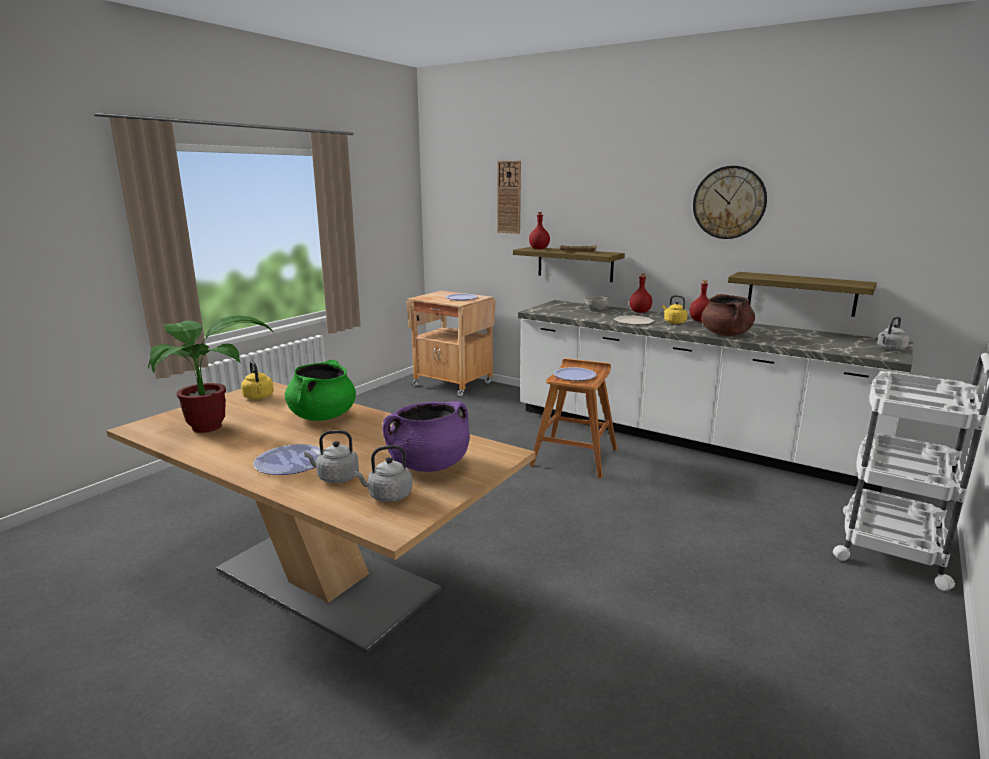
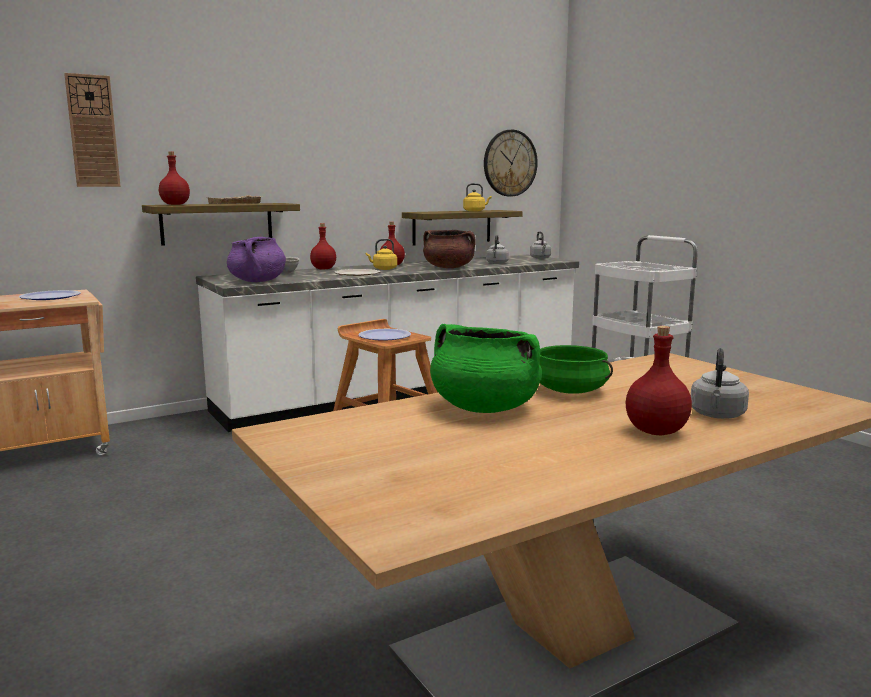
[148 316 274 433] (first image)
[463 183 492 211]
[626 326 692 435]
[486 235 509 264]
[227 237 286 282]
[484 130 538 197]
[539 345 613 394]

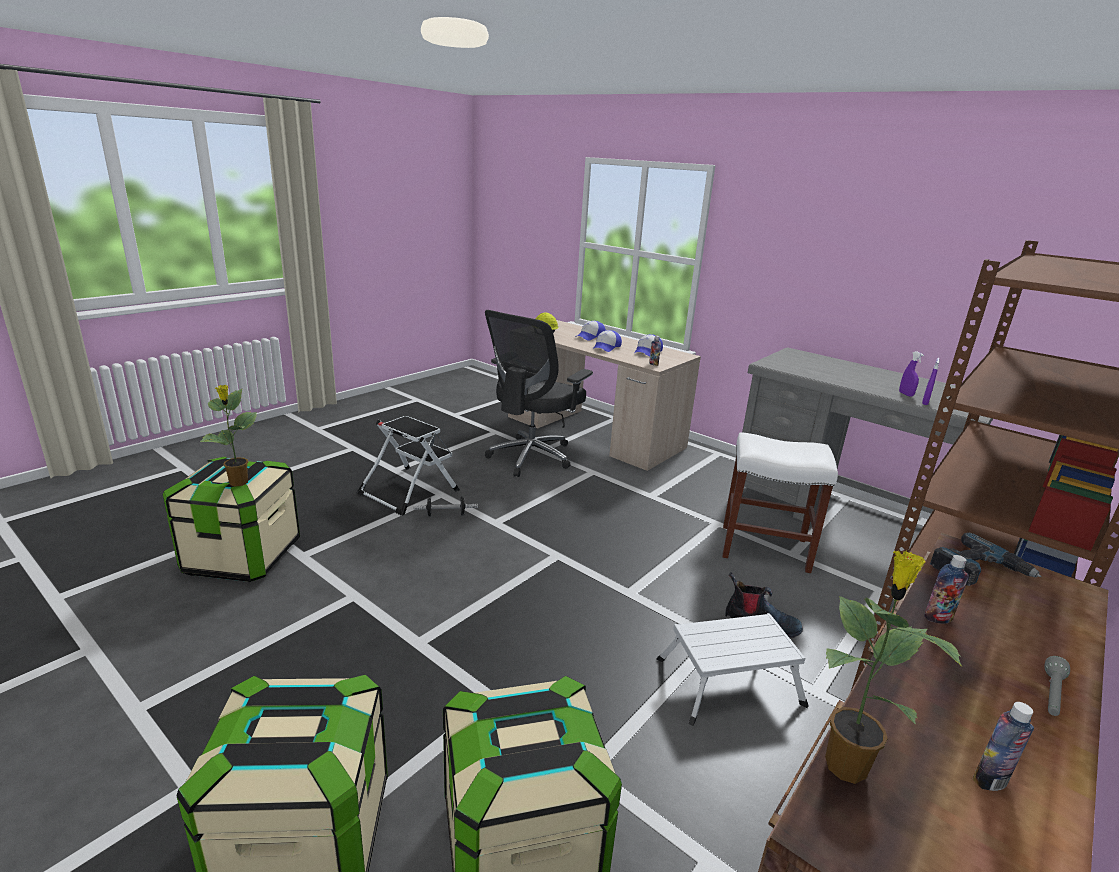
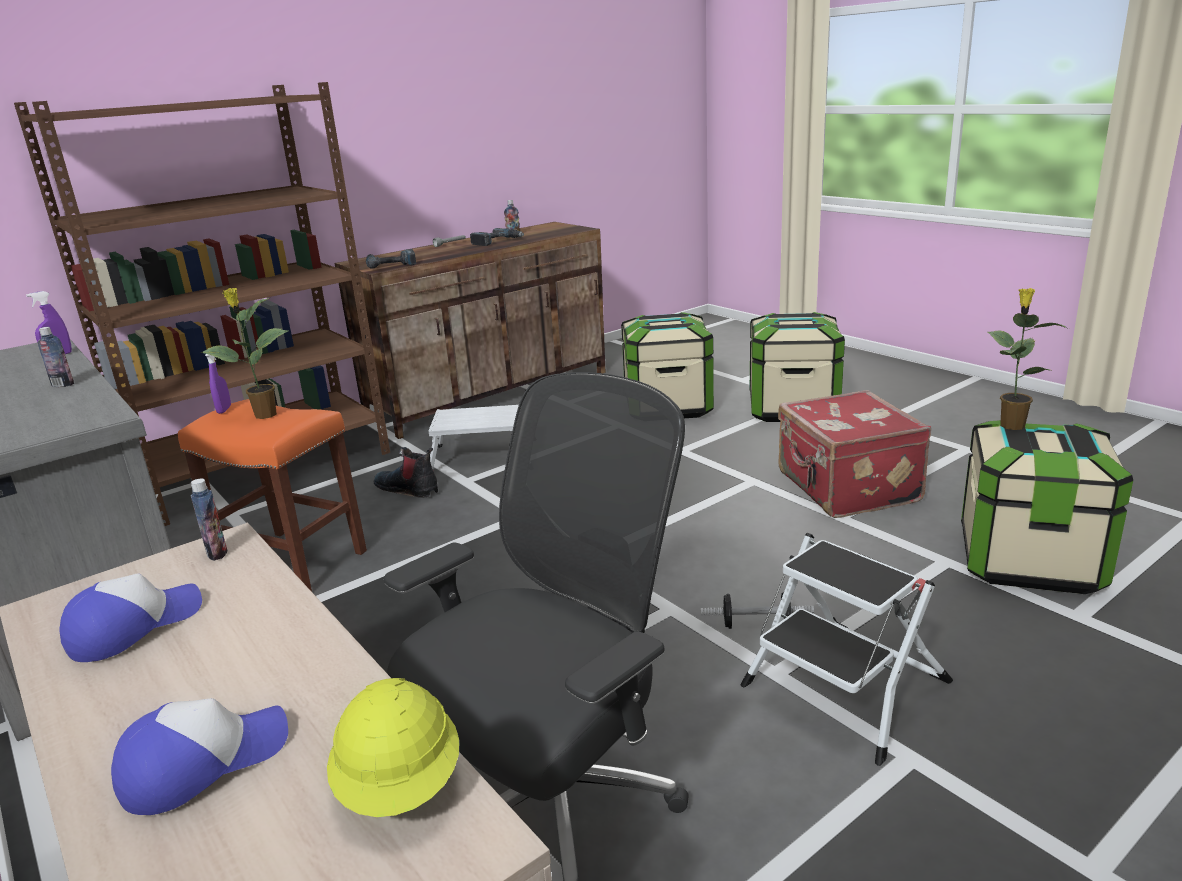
[593 330 622 352] (first image)
[178 399 367 592]
[201 288 289 419]
[205 354 231 414]
[38 327 74 387]
[470 228 524 246]
[778 390 931 518]

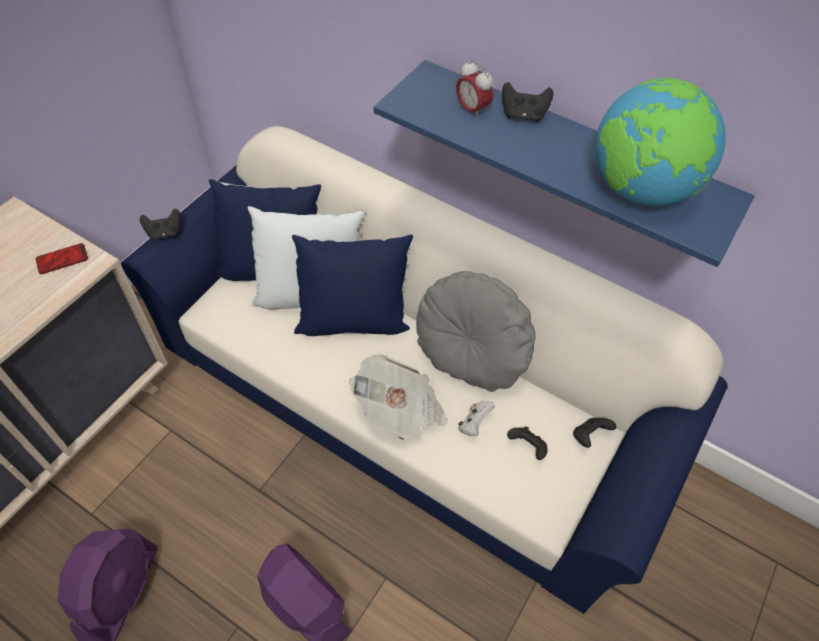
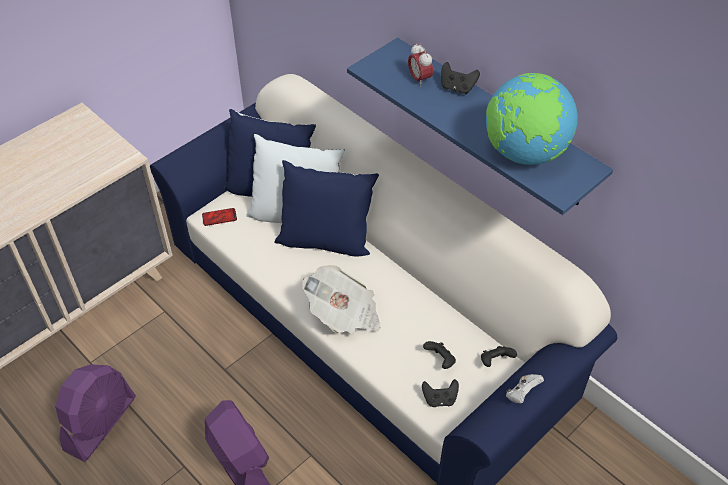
[202 208 237 226]
[422 379 459 407]
[416 271 536 392] (first image)
[506 374 544 404]

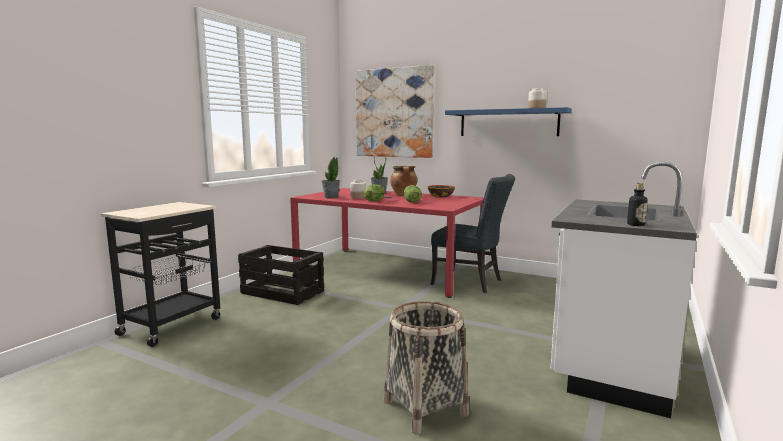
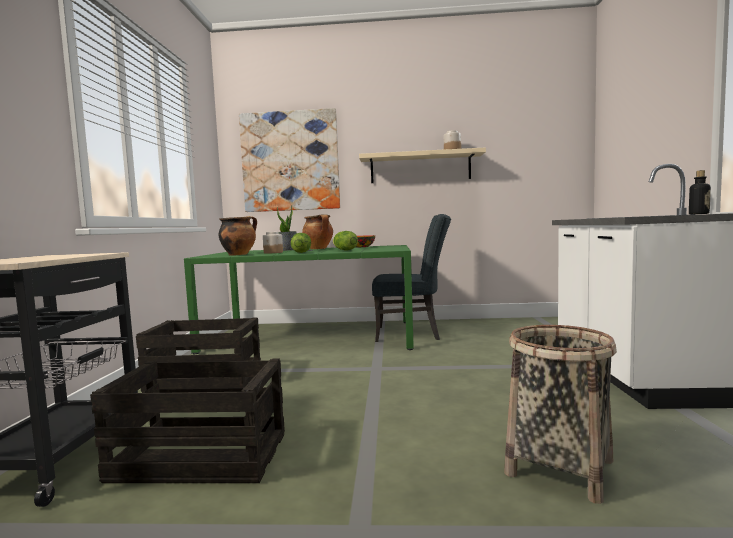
[184 245 414 354]
[218 216 257 256]
[359 147 486 183]
[90 358 285 483]

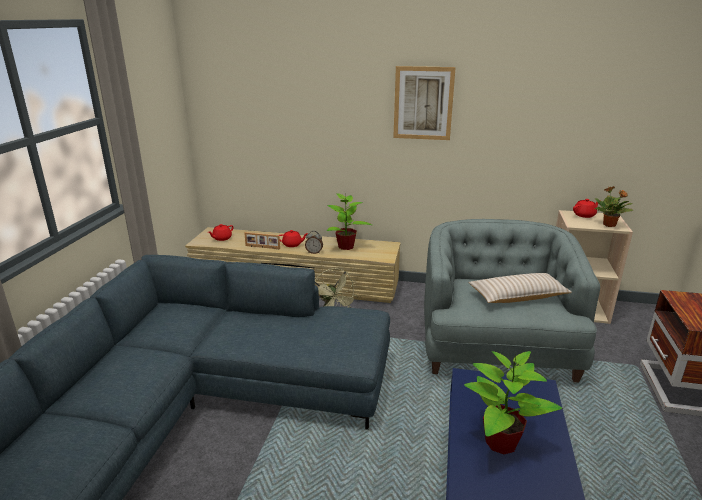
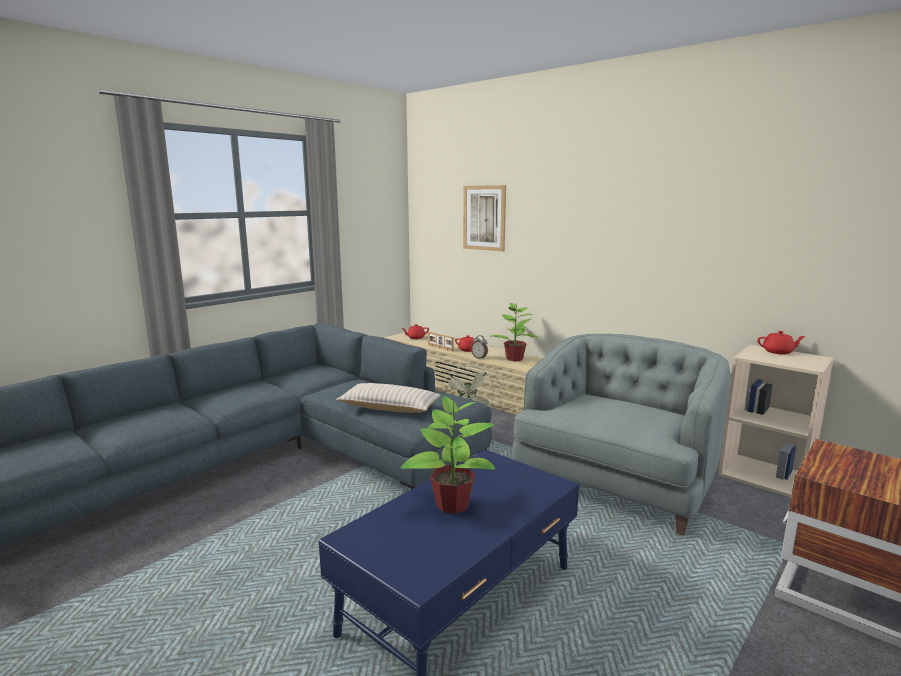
[463 185 506 252]
[336 383 441 413]
[595 186 633 227] (first image)

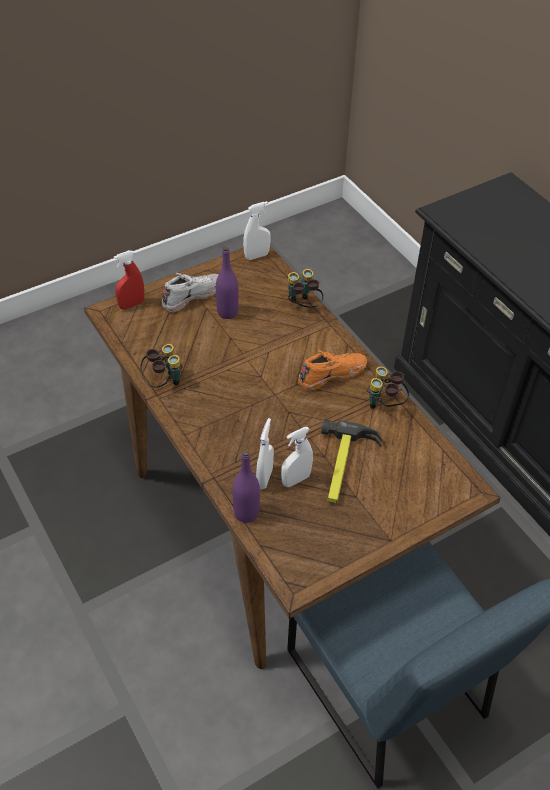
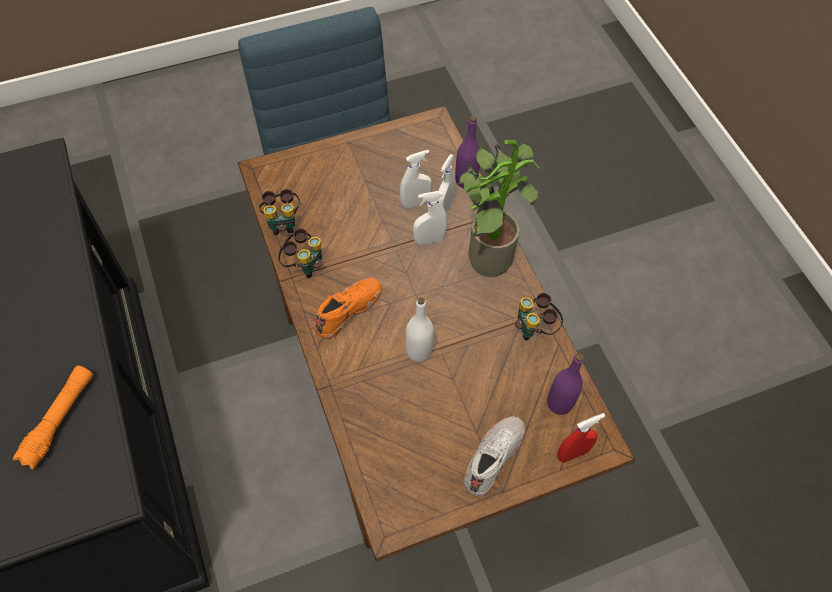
[464 416 525 496]
[547 353 584 415]
[413 191 447 245]
[259 189 300 235]
[314 278 382 339]
[321 419 382 503] (first image)
[13 365 93 470]
[406 297 434 362]
[458 140 539 277]

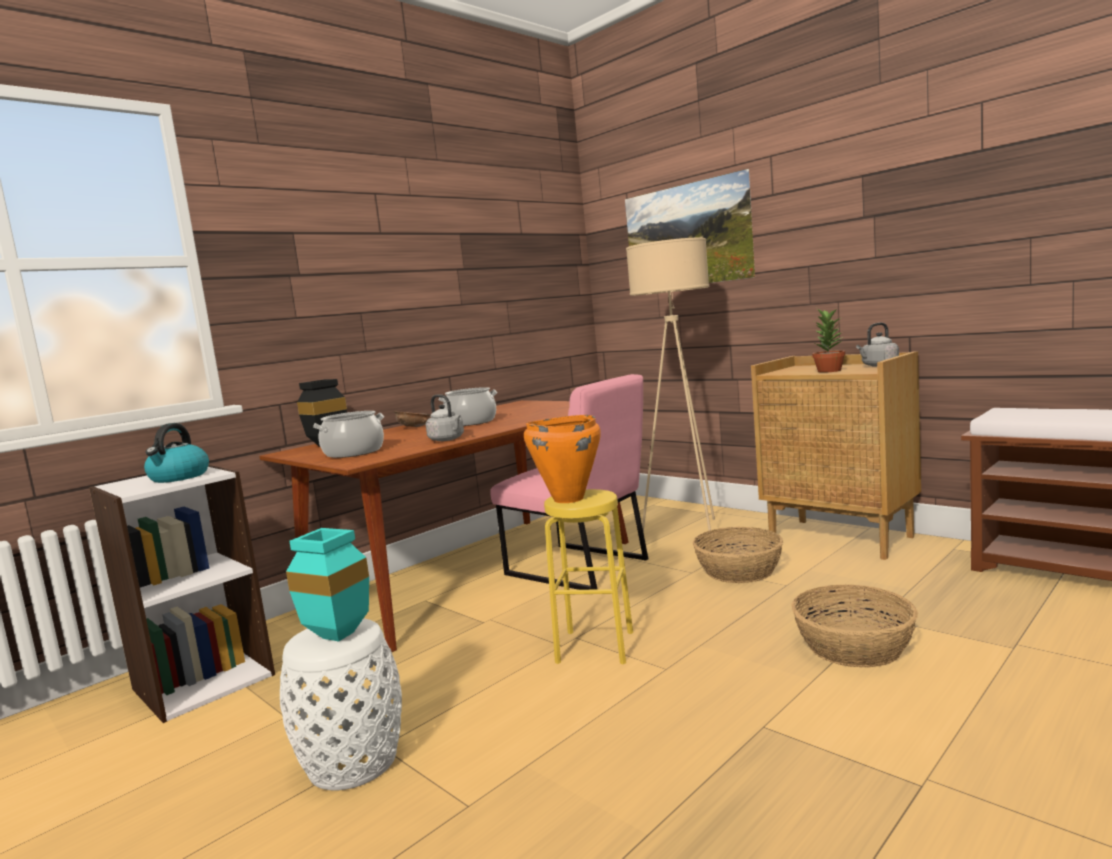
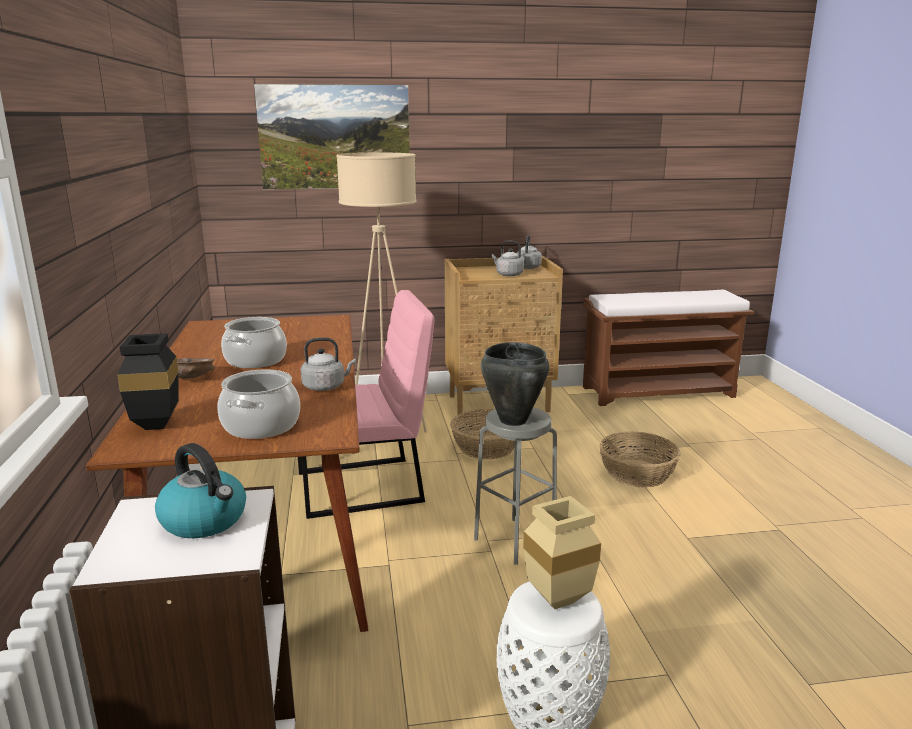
[523 496 601 609]
[481 342 549 426]
[474 407 557 565]
[491 241 524 276]

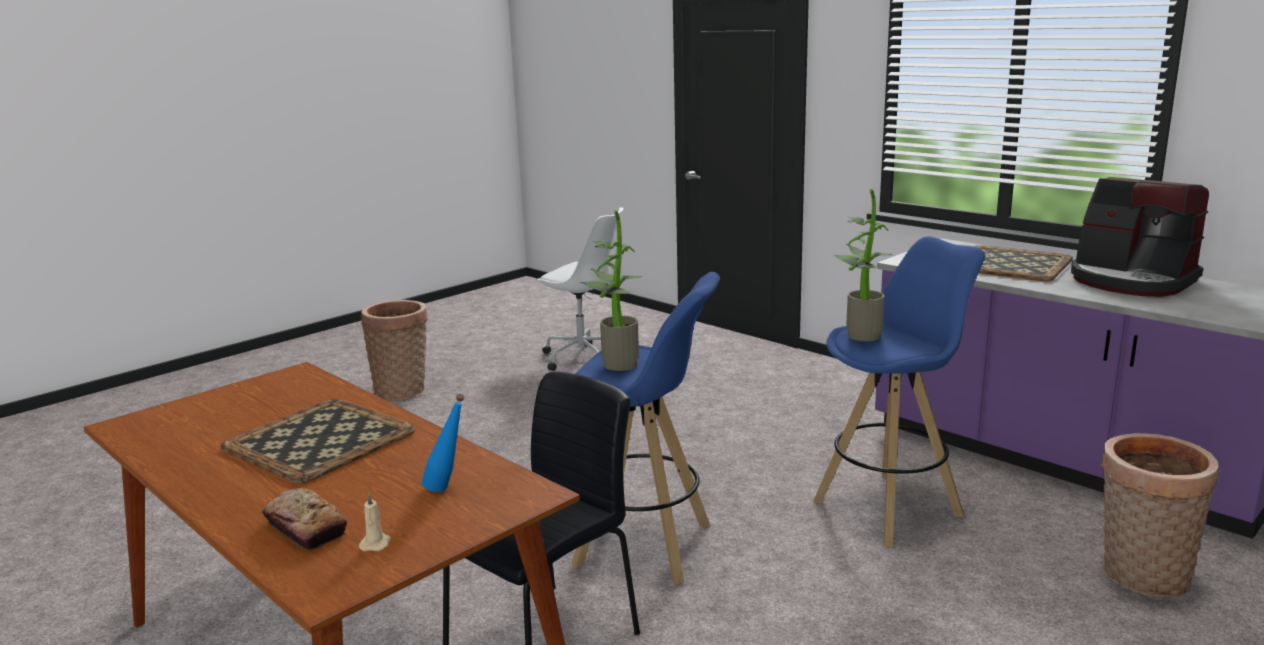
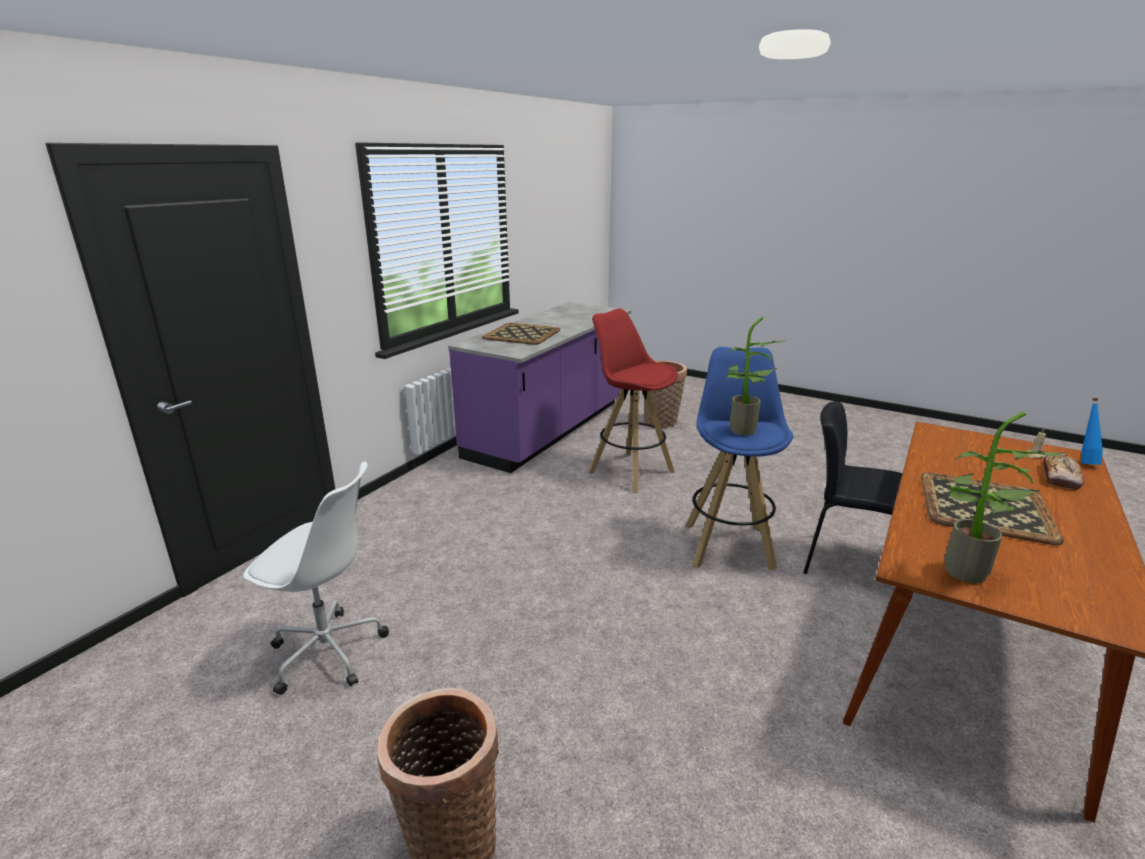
[1081 398 1103 465]
[243 462 389 695]
[589 308 678 493]
[945 411 1066 583]
[1071 177 1209 297] (first image)

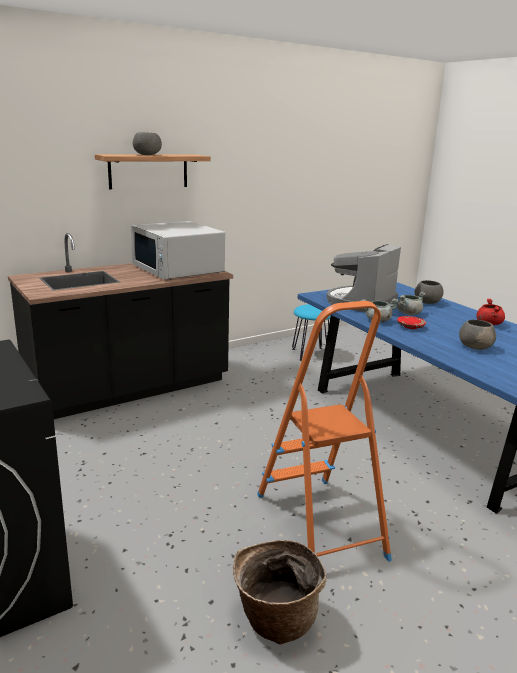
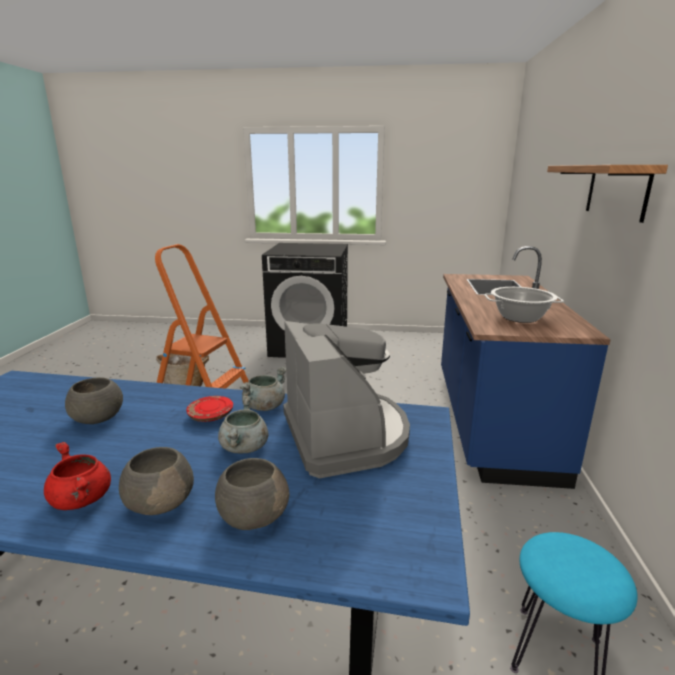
[441 246 611 489]
[484 287 564 323]
[119 447 194 515]

